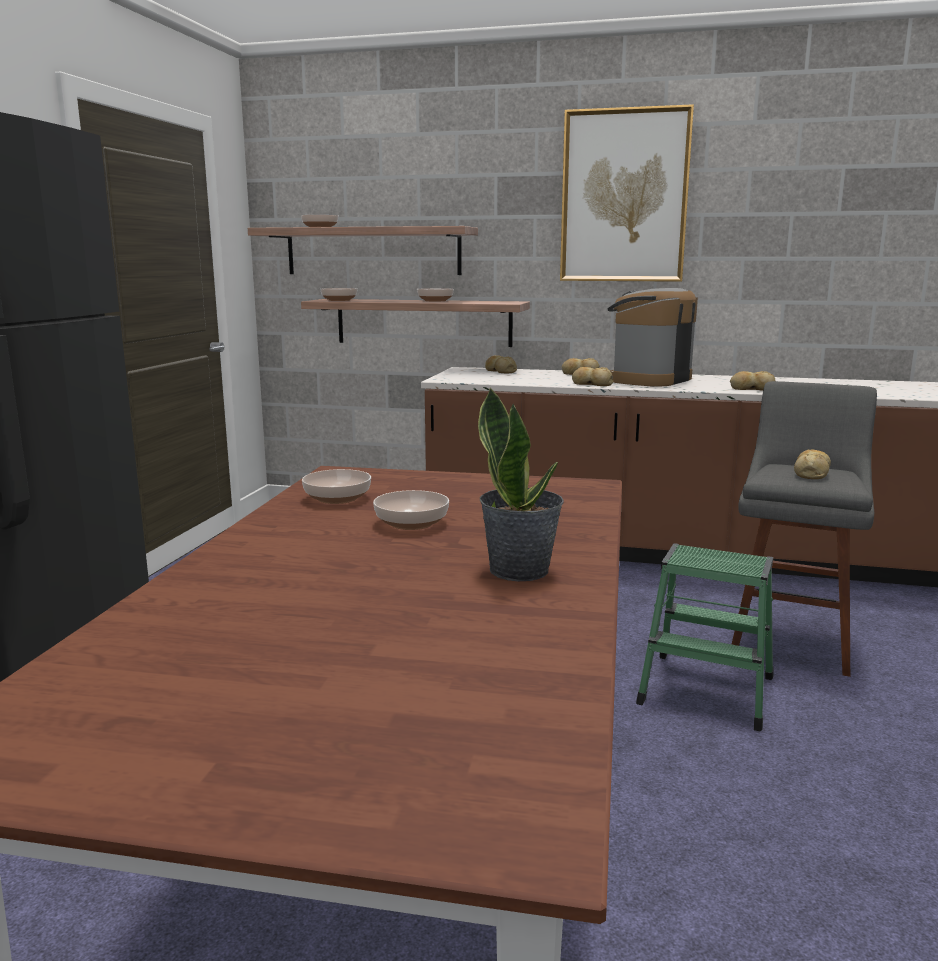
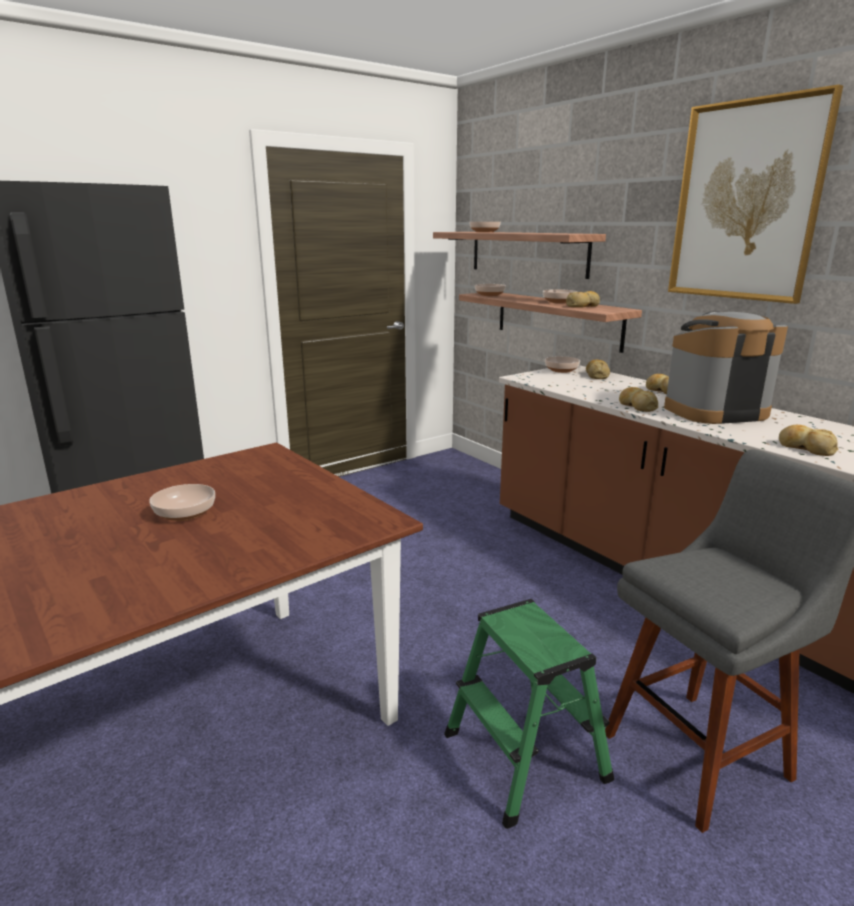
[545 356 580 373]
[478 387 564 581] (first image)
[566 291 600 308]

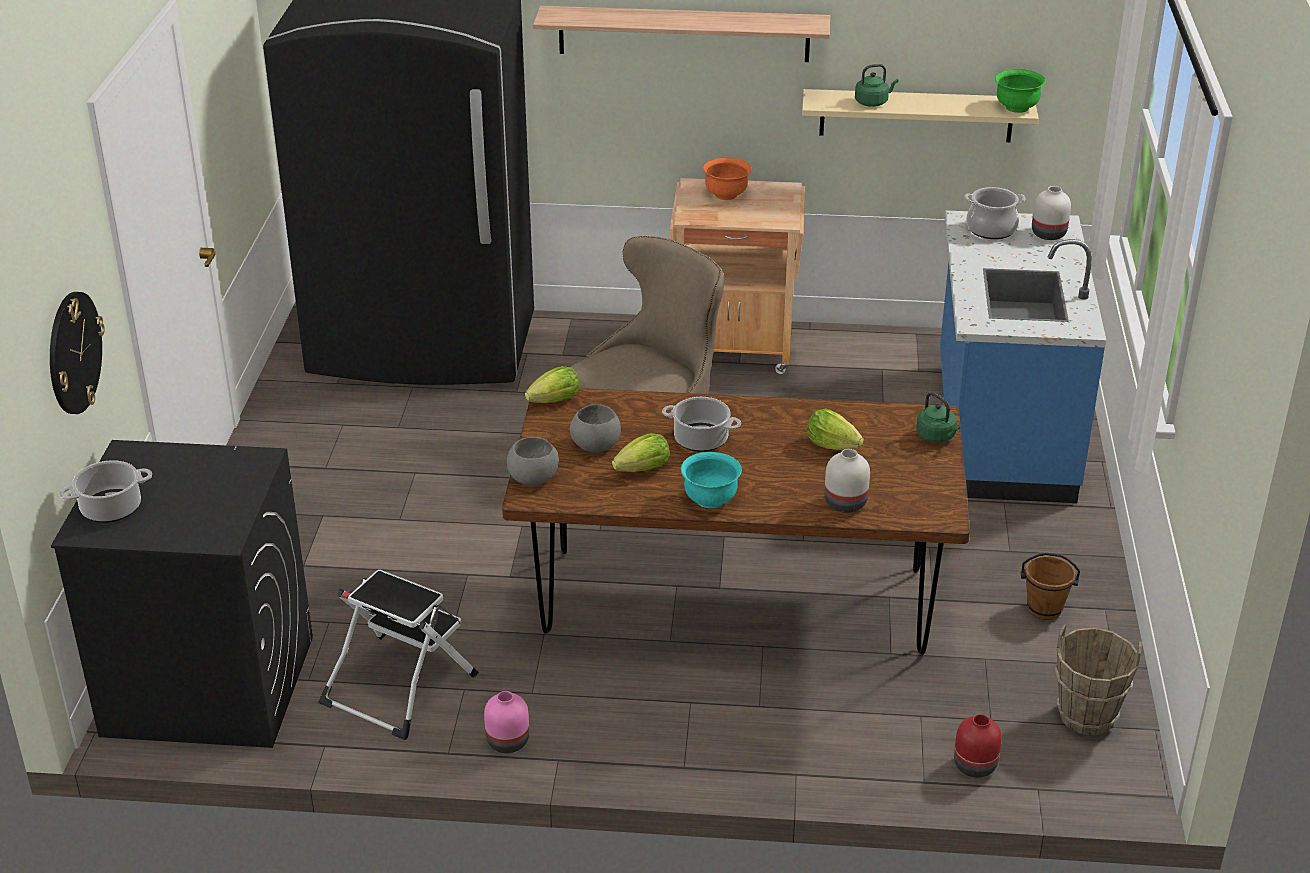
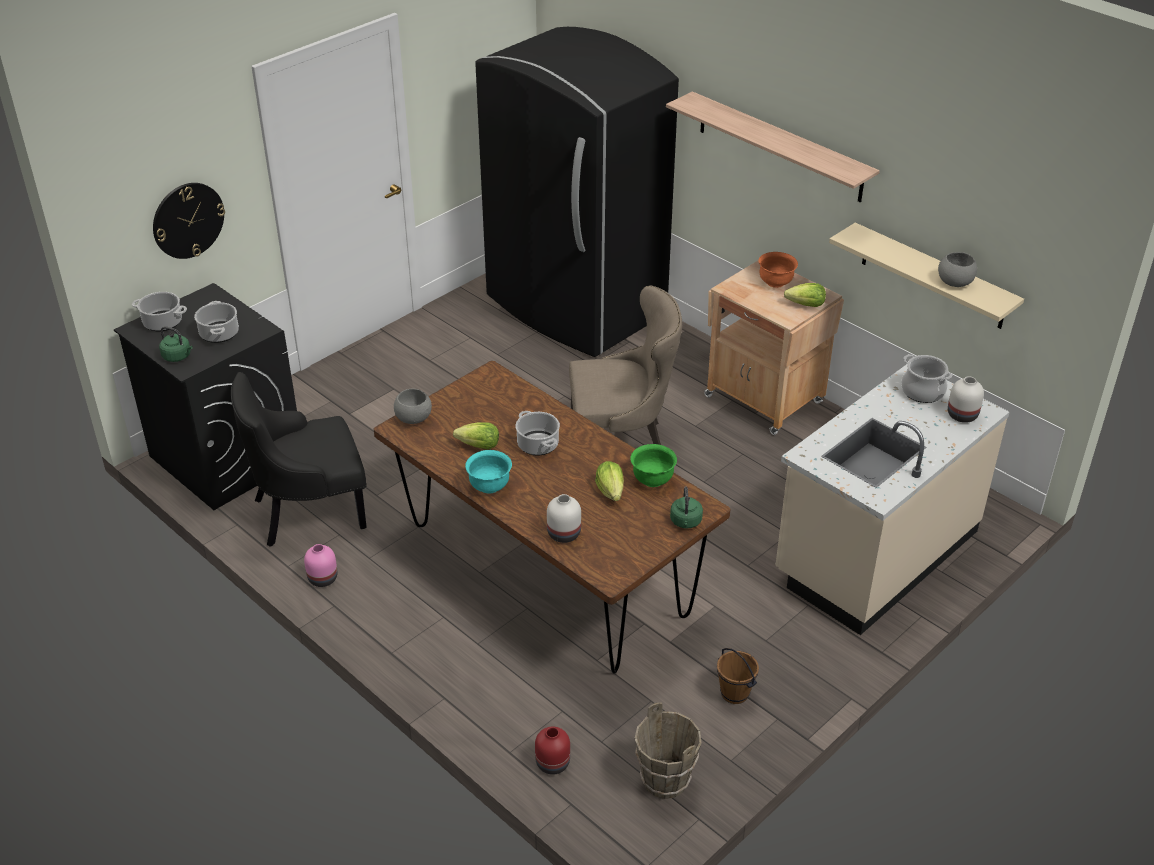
[231 372 367 546]
[784 283 826 307]
[938 252 977 287]
[159 326 193 362]
[776 364 1009 635]
[630 444 677 487]
[194 301 239 343]

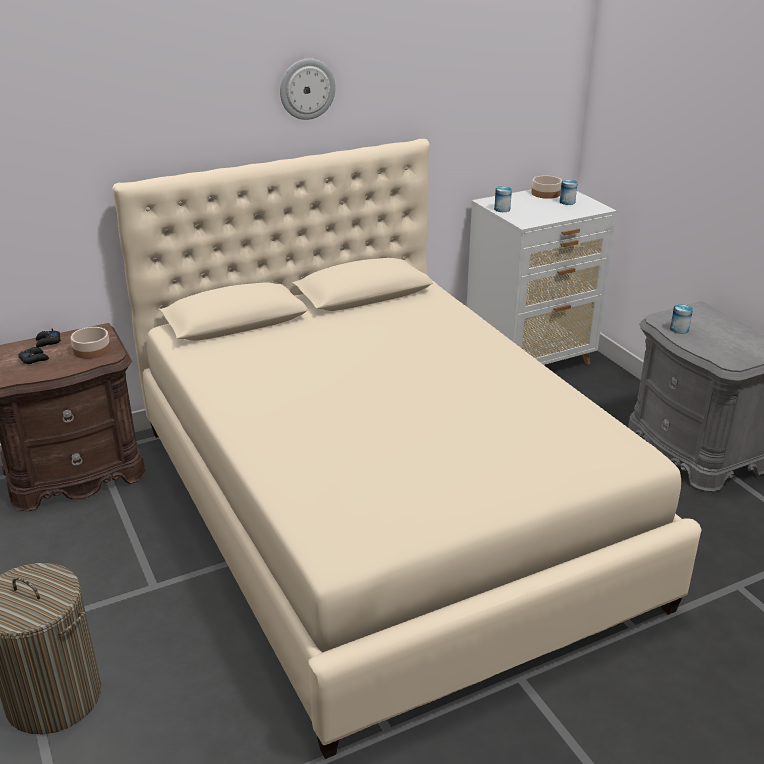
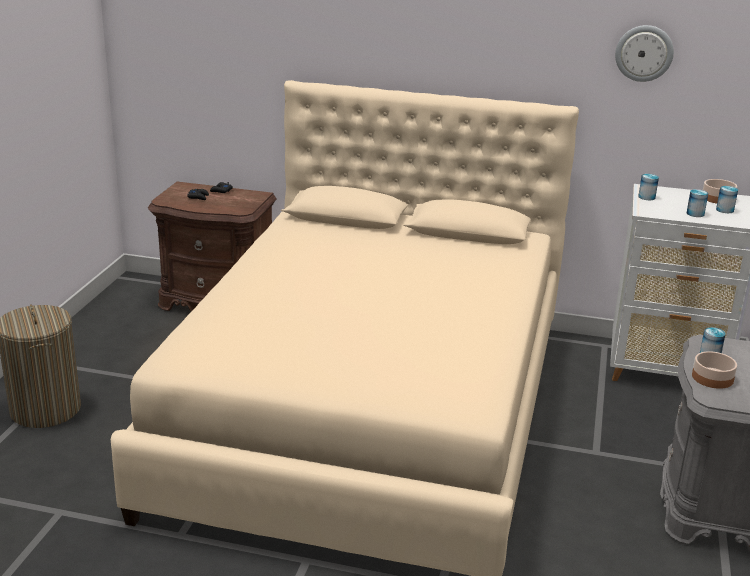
[692 351 737 389]
[615 25 674 82]
[687 189 708 217]

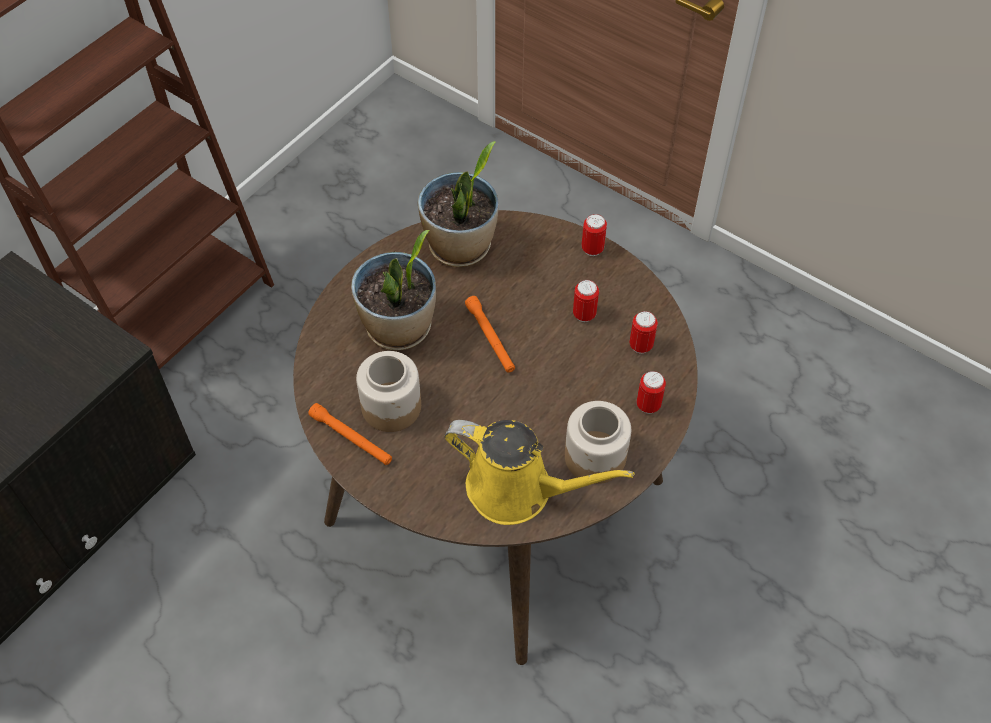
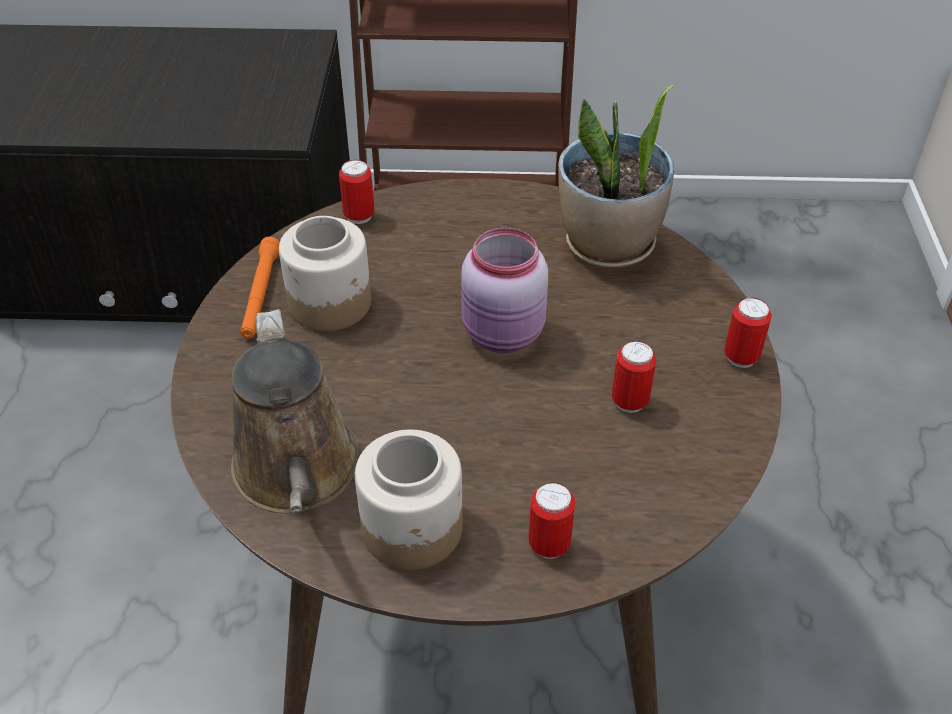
[351 230 436 350] (first image)
[231 309 360 513]
[461 228 548 353]
[339 160 375 224]

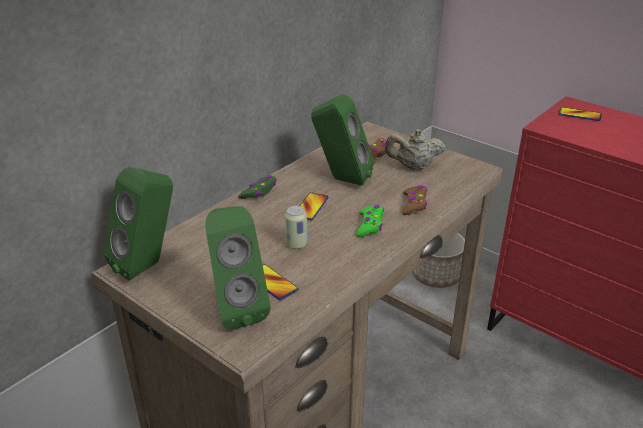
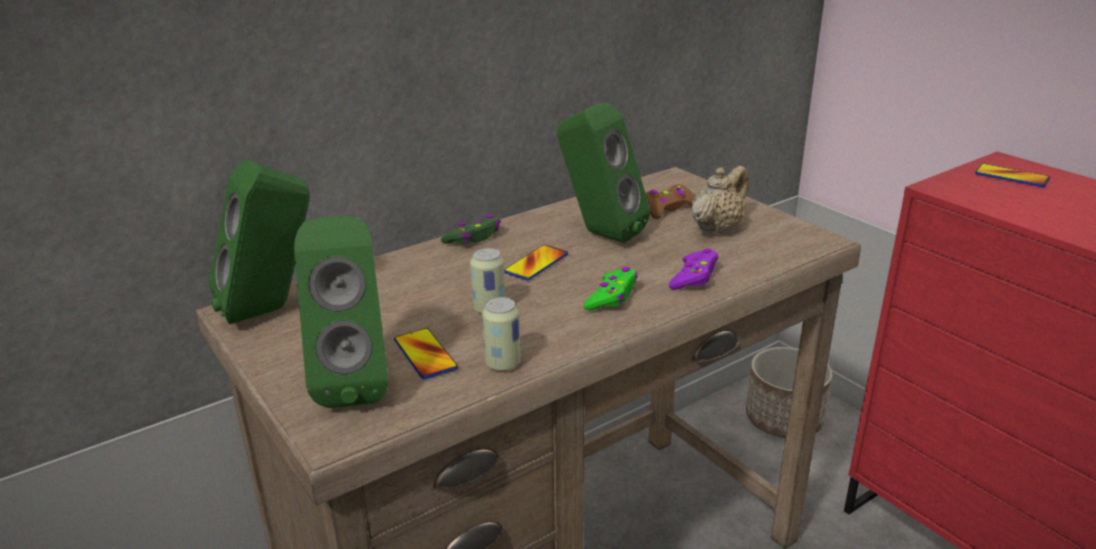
[691 166 748 235]
[669 249 718 290]
[482 297 521 371]

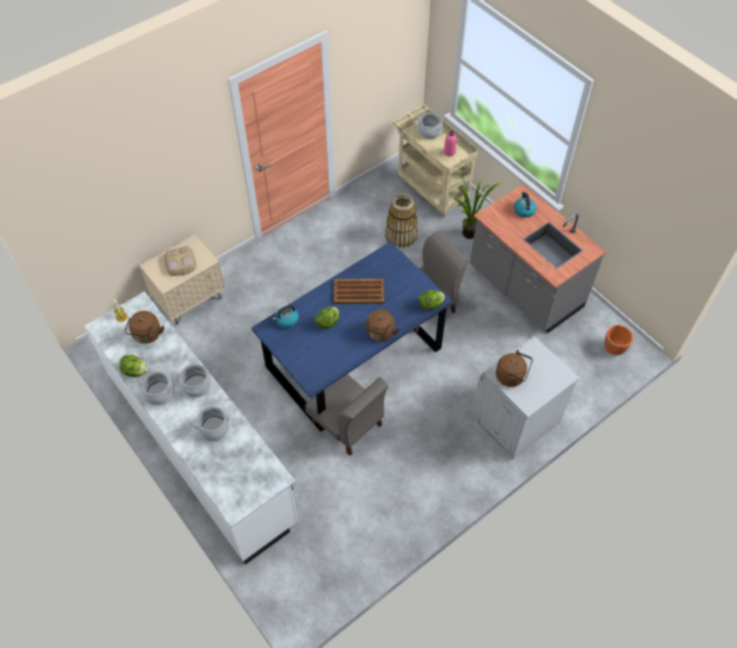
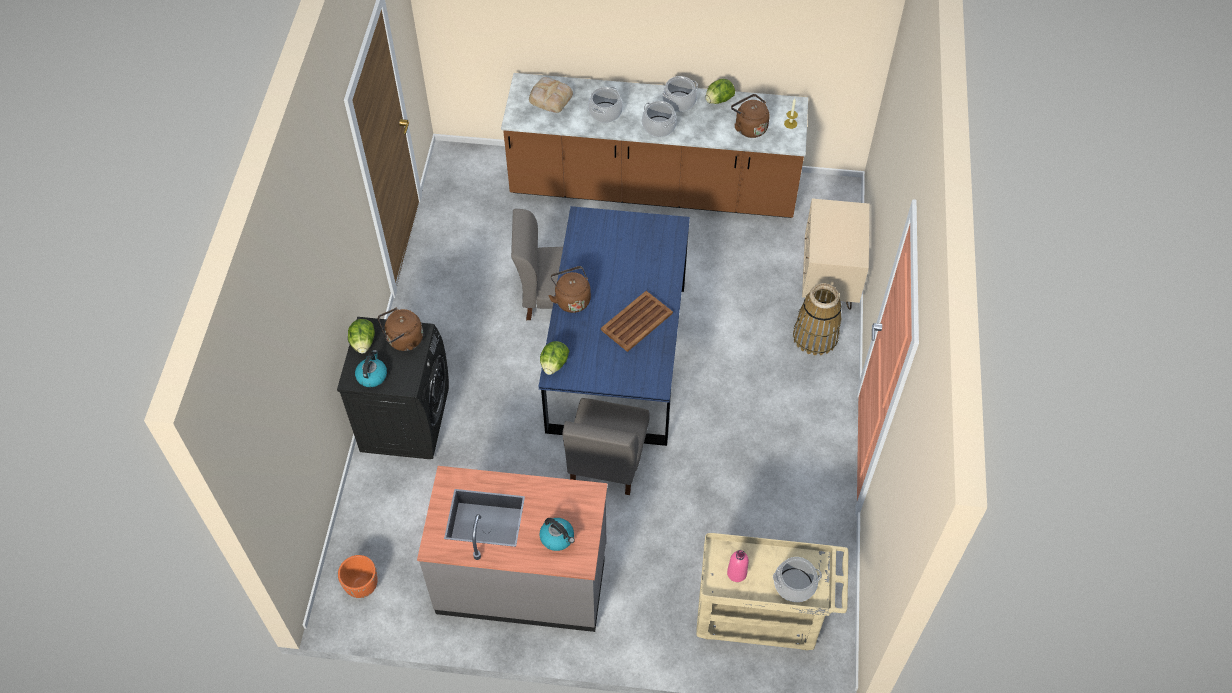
[501 73 808 218]
[529 77 573 113]
[355 350 387 387]
[348 319 375 353]
[793 283 842 356]
[453 168 502 239] (first image)
[337 317 449 459]

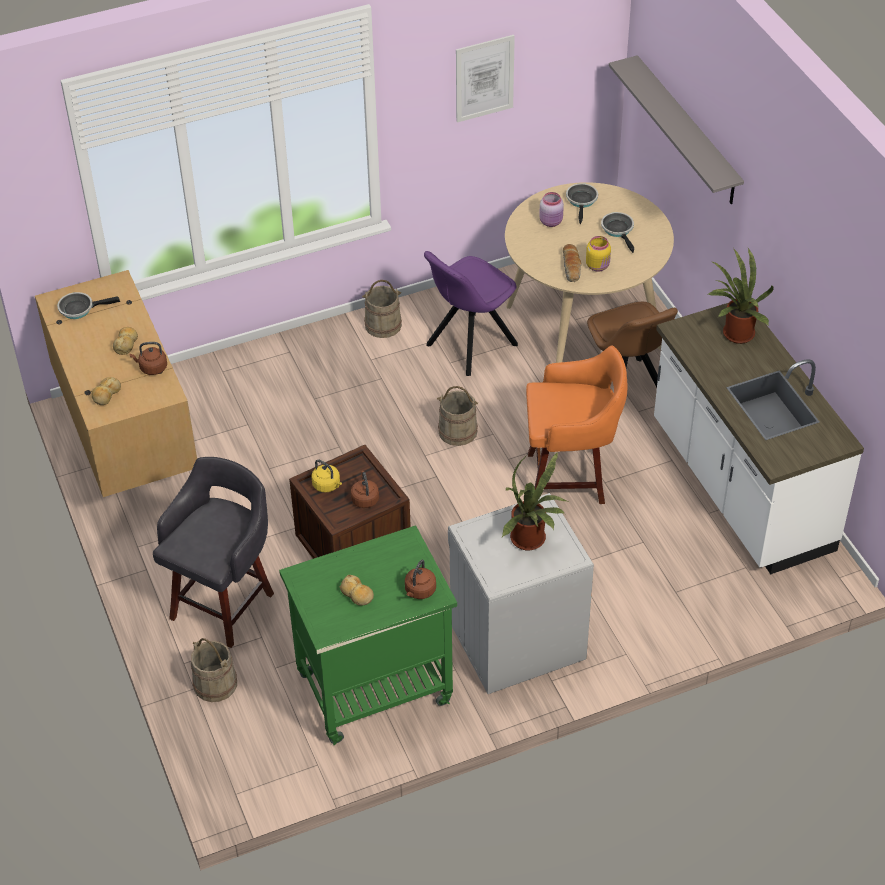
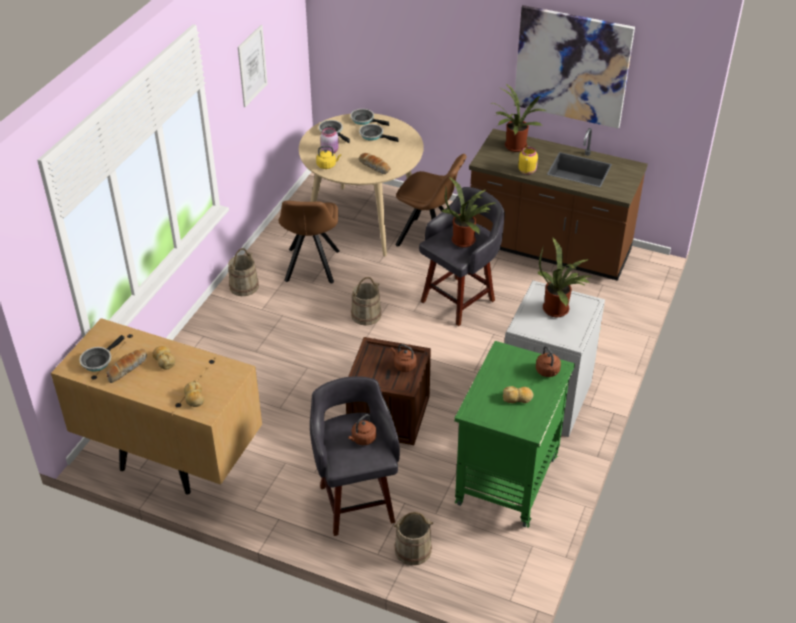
[348 414 376 445]
[316 146 341 169]
[278 201 339 284]
[419 187 505 326]
[518 147 538 175]
[609 55 744 204] (first image)
[469 128 648 281]
[106 349 147 383]
[350 109 389 126]
[441 177 495 248]
[514 5 635 129]

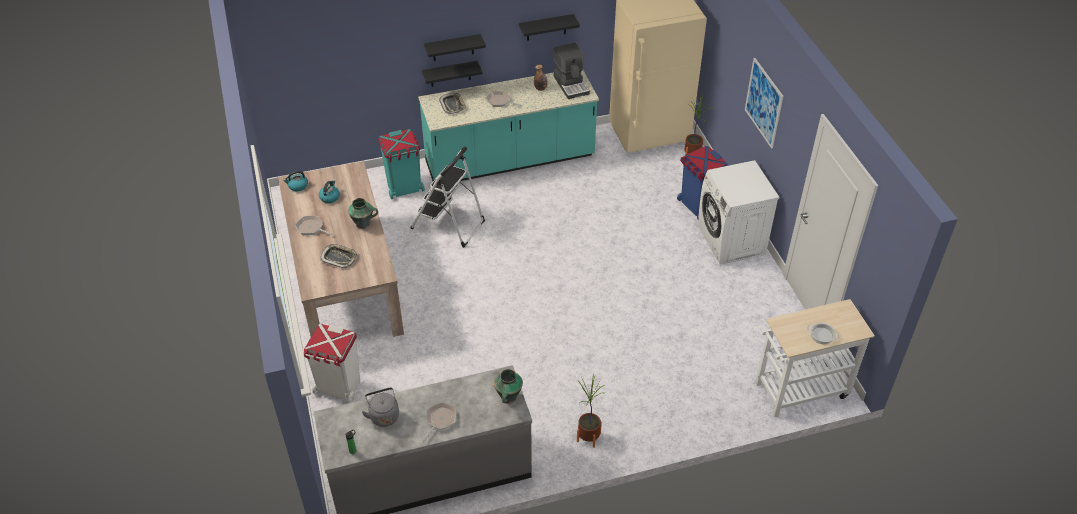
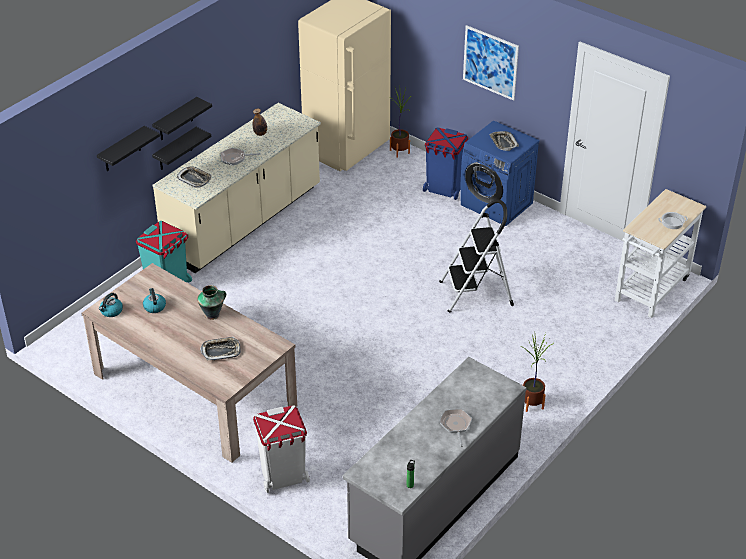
[295 216 334 235] (first image)
[362 387 399 427] (first image)
[439 200 514 313]
[152 103 321 273]
[494 369 523 404] (first image)
[97 126 160 171]
[554 43 590 99] (first image)
[460 120 540 226]
[489 131 519 151]

